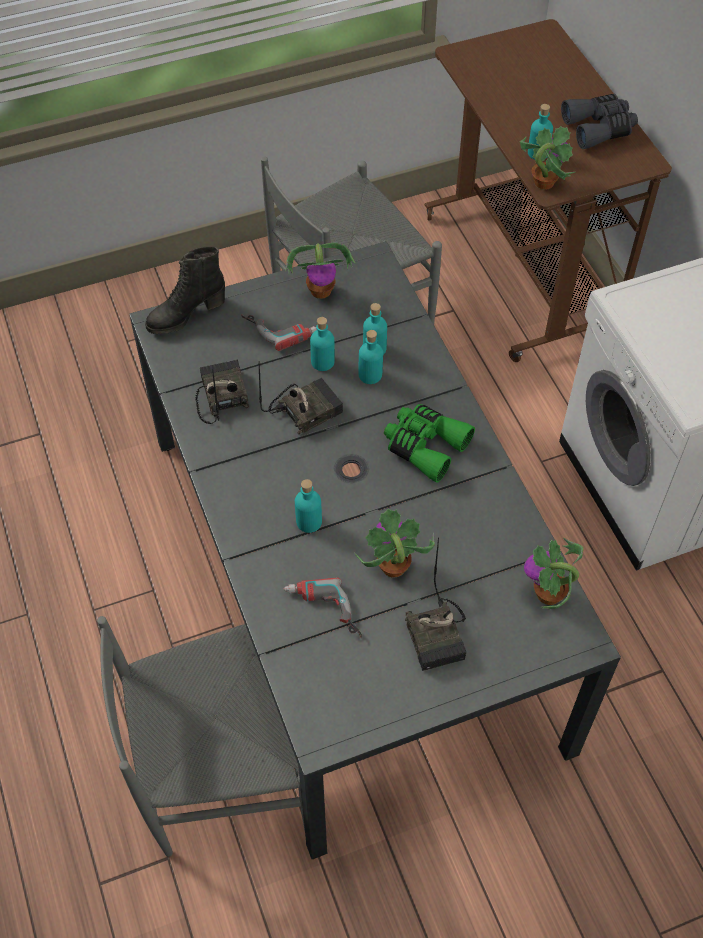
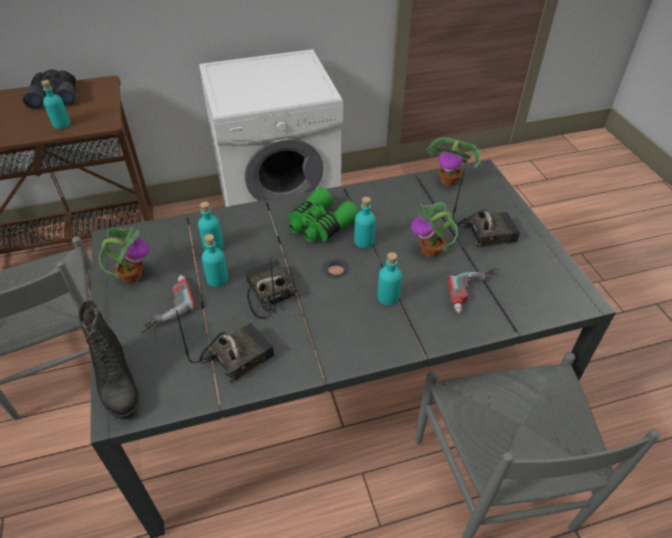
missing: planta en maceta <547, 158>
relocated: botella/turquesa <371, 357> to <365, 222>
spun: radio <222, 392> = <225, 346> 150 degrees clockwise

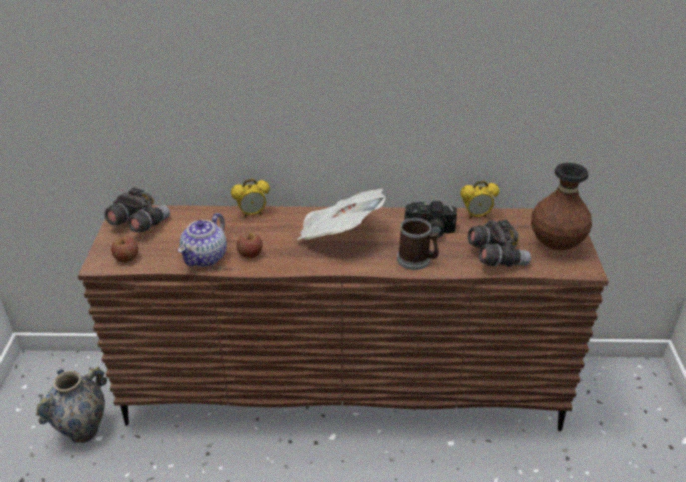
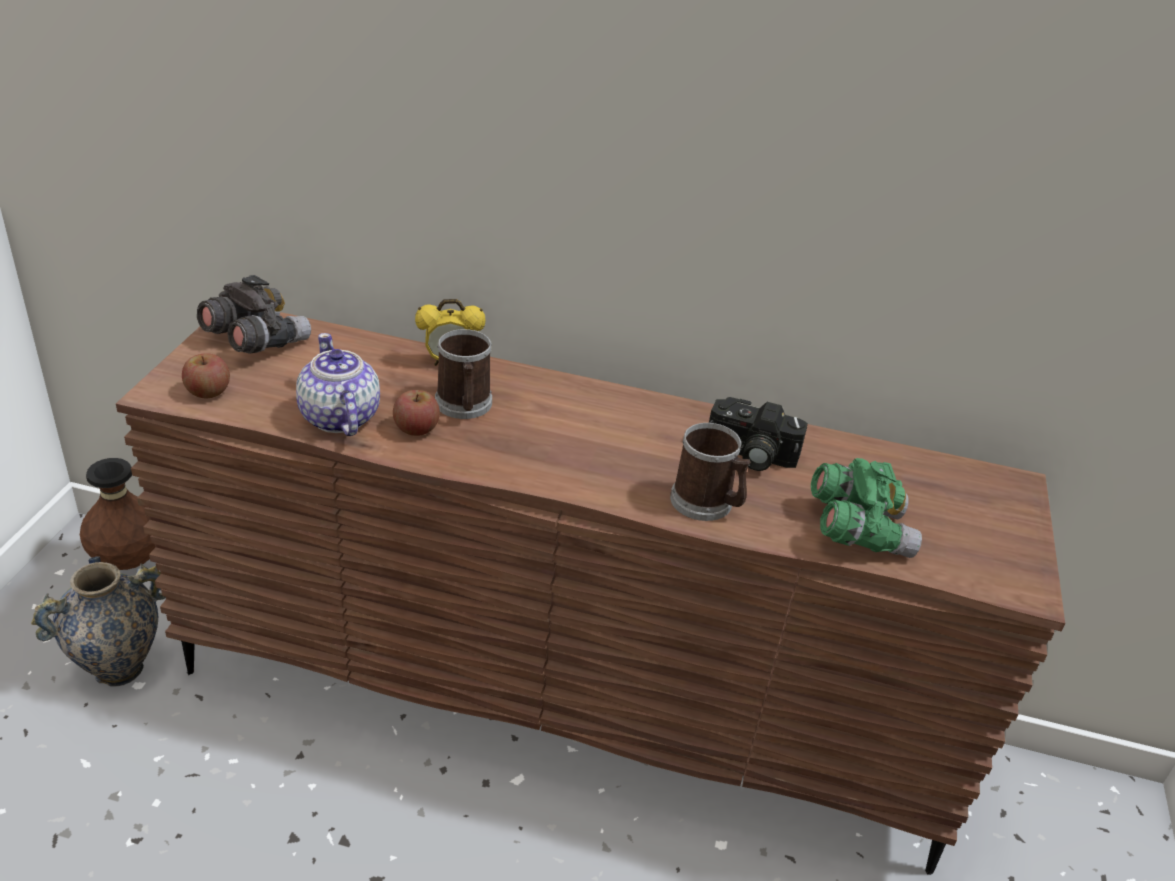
missing: periódico <341, 214>; despertador <479, 200>
appeared: taza grande <463, 374>
relocated: florero/marrón <561, 206> to <117, 514>
colour: prismáticos/gris <499, 243> to prismáticos/verde <866, 508>
spun: tetera <202, 240> = <338, 384> 120 degrees clockwise

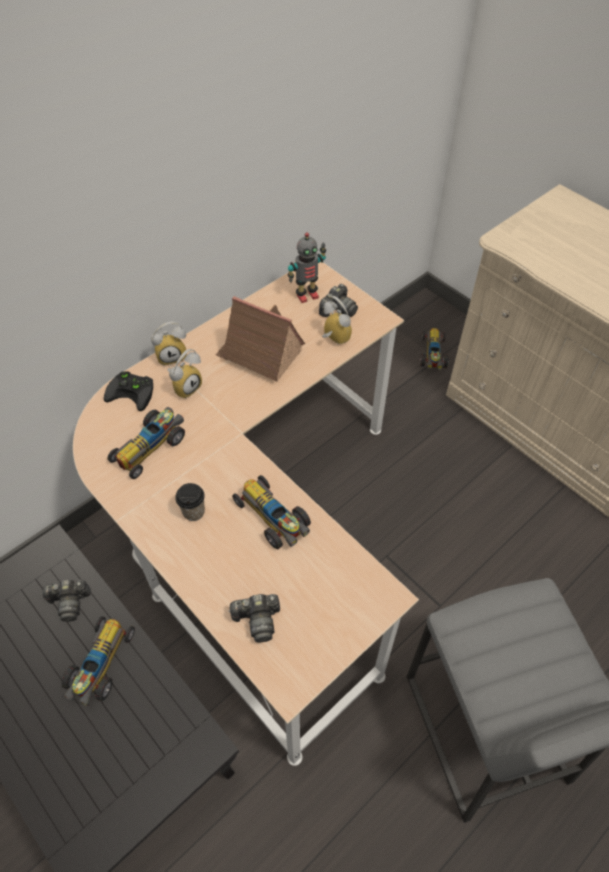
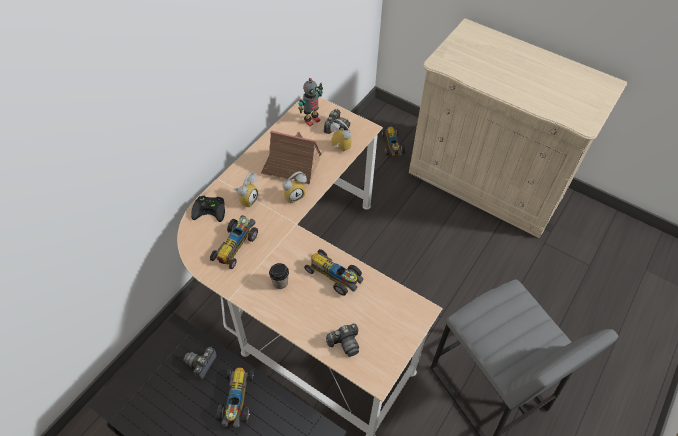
relocated: despertador <169, 343> to <295, 187>
spun: cámara <66, 601> = <200, 363> 135 degrees clockwise

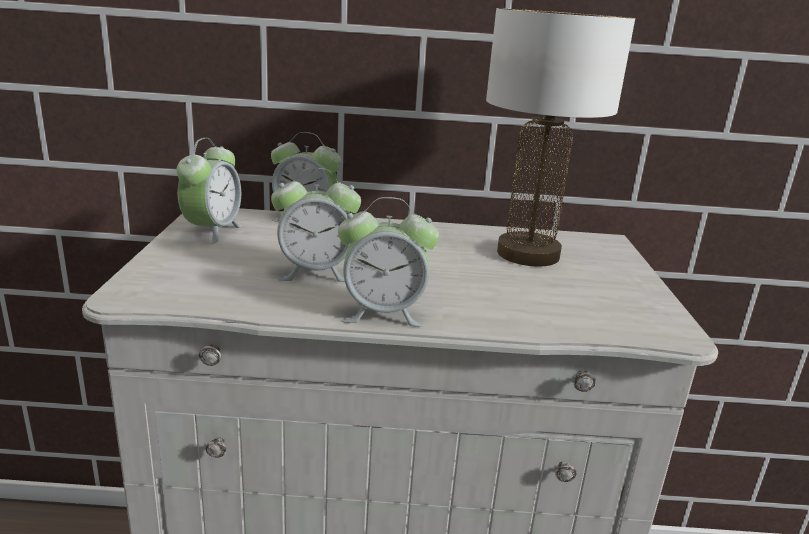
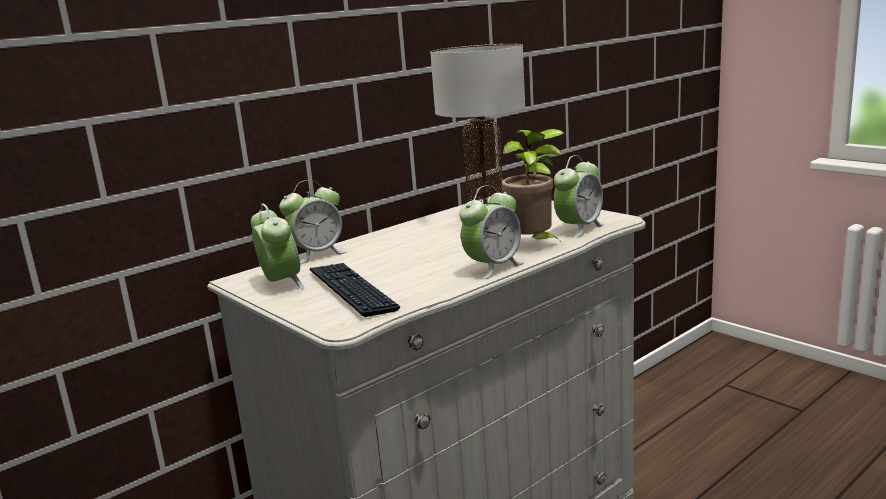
appeared: teclado <355, 290>; planta en maceta <533, 186>
relocated: despertador <316, 225> to <579, 196>

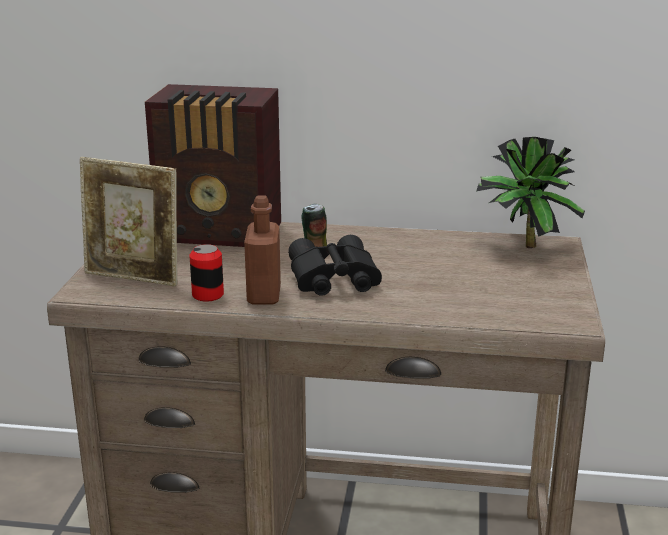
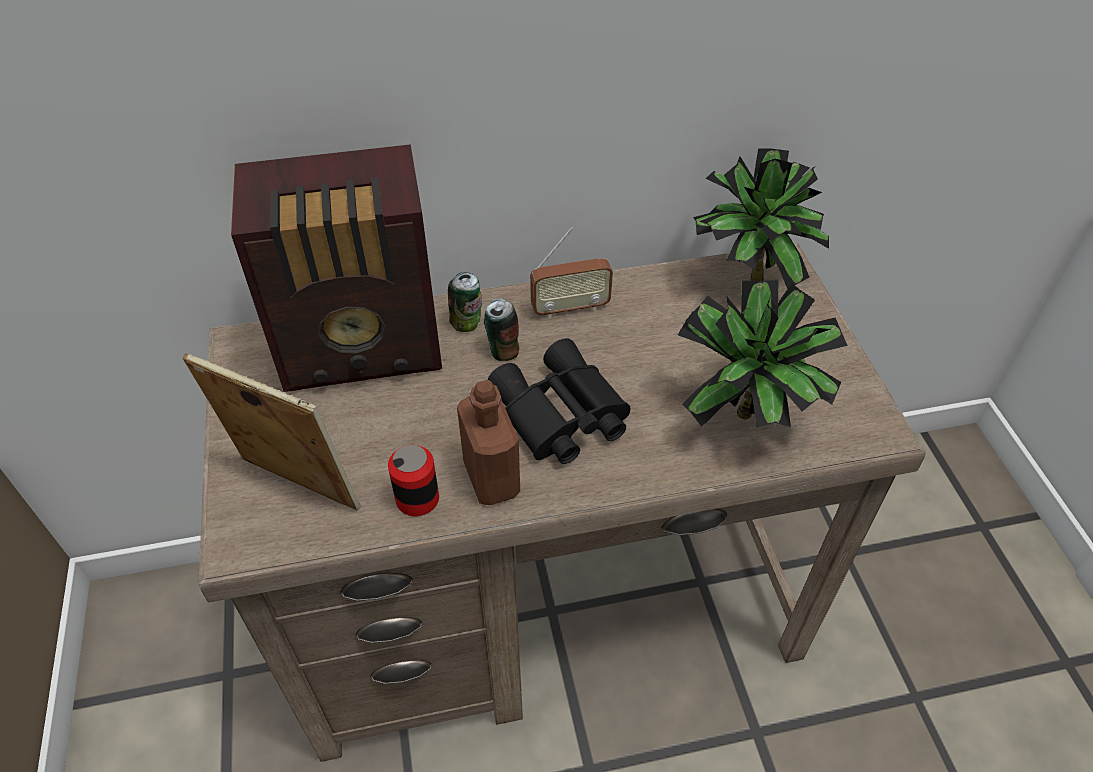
appeared: lata <465, 302>; radio <571, 272>; planta en maceta <763, 354>
spun: portarretratos <128, 222> = <271, 431> 150 degrees counterclockwise

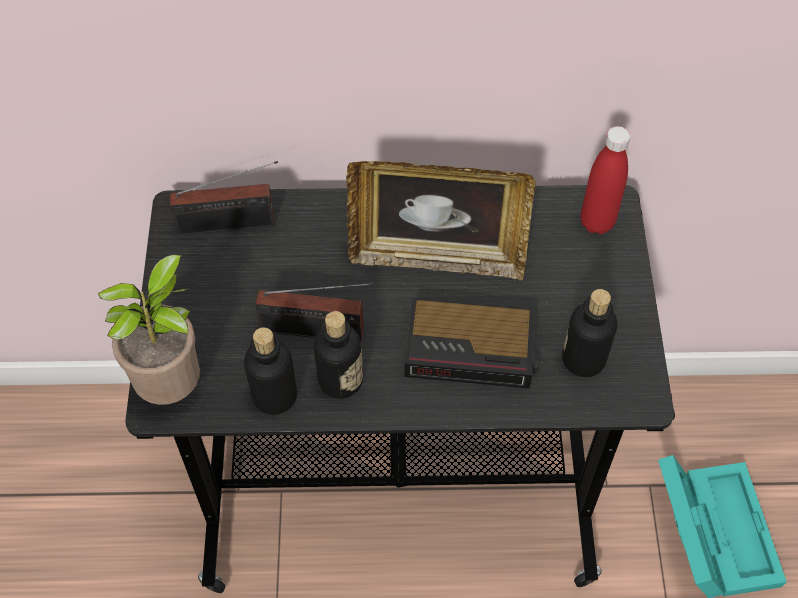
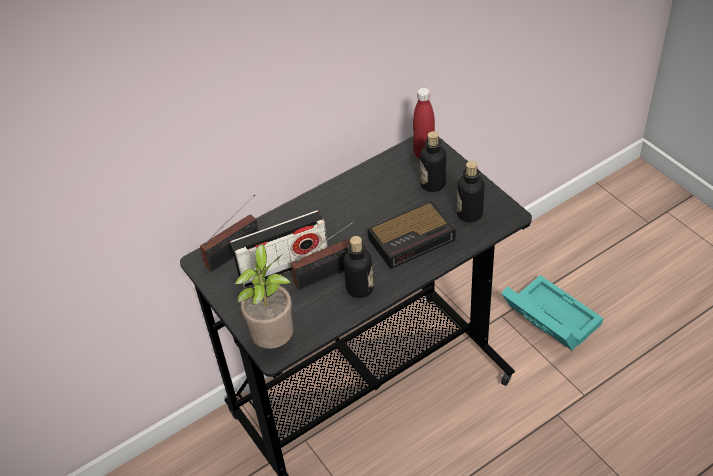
missing: portarretratos <440, 221>
appeared: radio <279, 249>
relocated: botella <270, 371> to <433, 161>

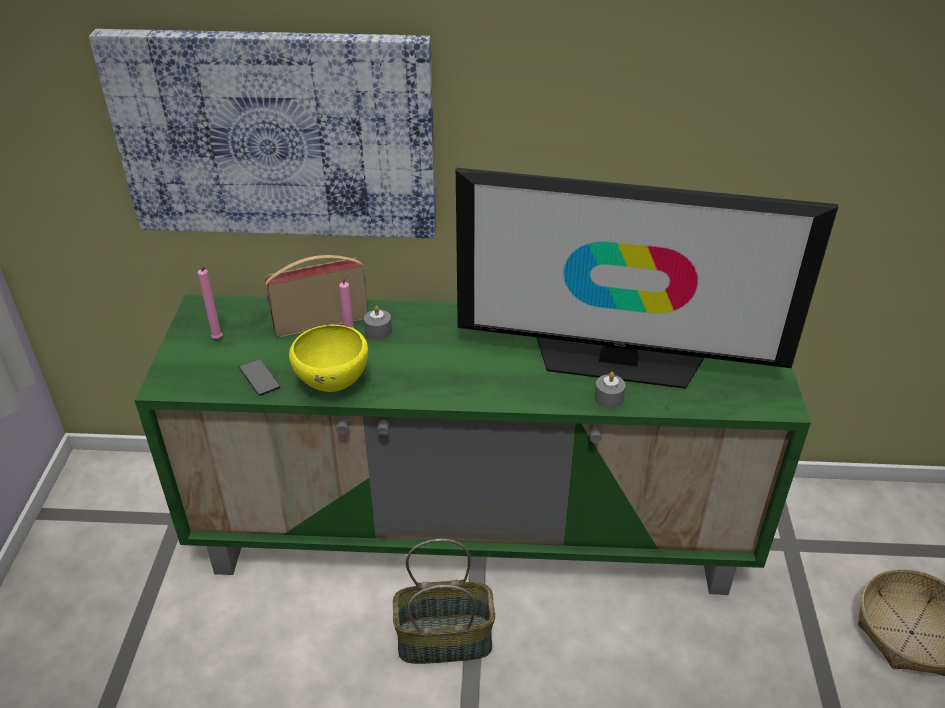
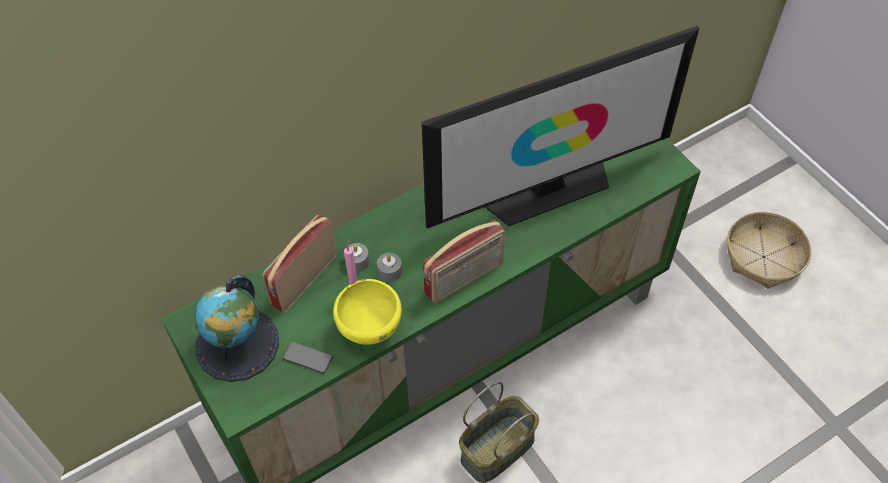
missing: cuadro <262, 133>
appeared: radio <464, 262>
relocated: vela/gris <610, 390> to <389, 267>
exchanged: vela/rosa <210, 303> to globo terráqueo <237, 328>

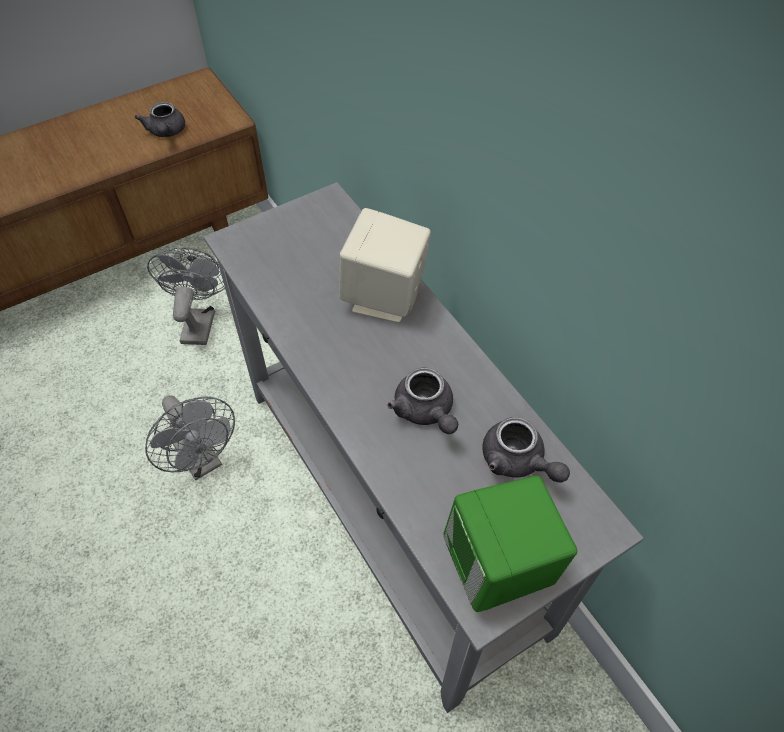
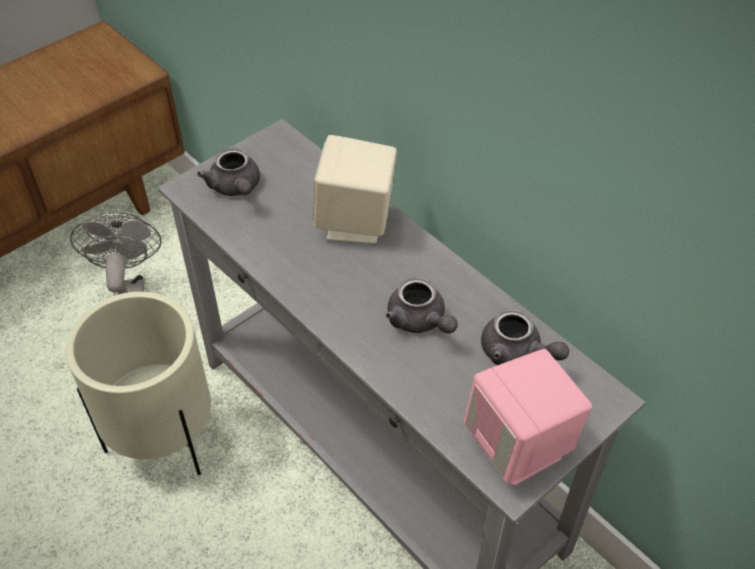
relocated: tetera/gris <160, 119> to <228, 172>
exchanged: ventilador/gris <190, 437> to maceta/beis <138, 383>
colour: altavoz/verde <510, 544> to altavoz/rosa <527, 417>

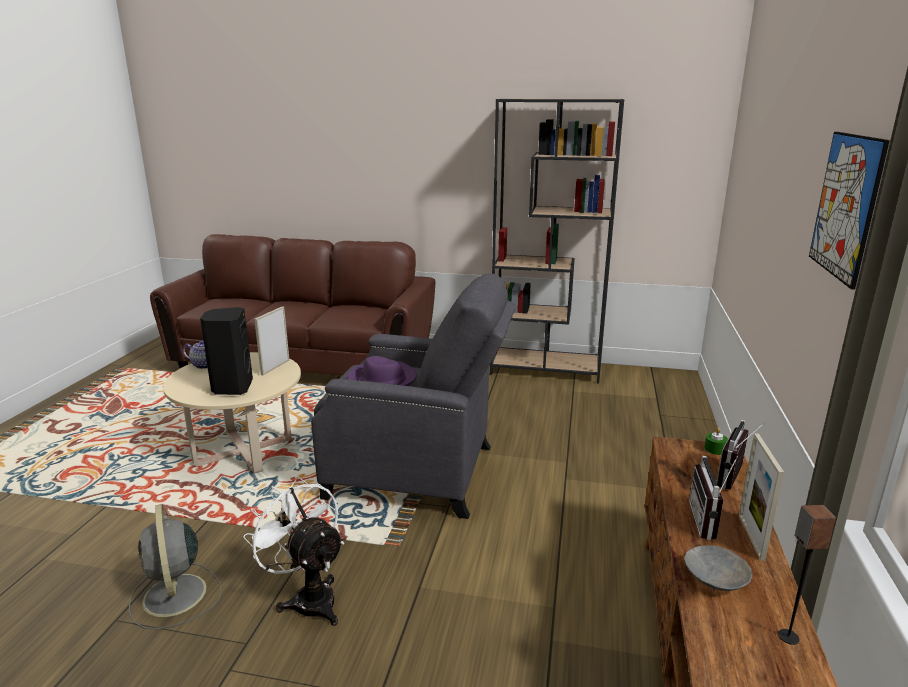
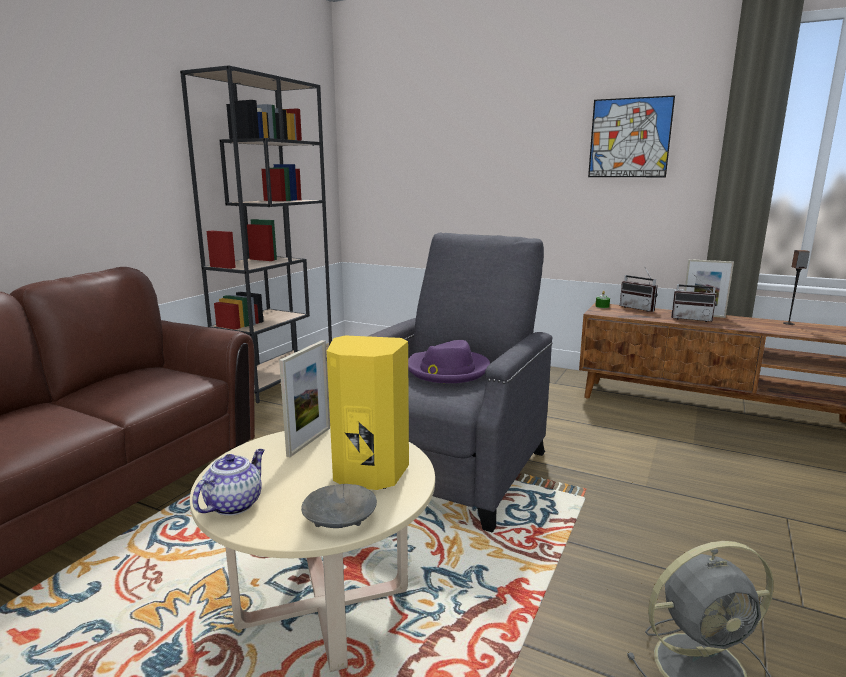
missing: ventilador/blanco <293, 551>
relocated: cuenco/gris <718, 568> to <339, 506>
colour: altavoz/negro <226, 351> to altavoz/amarillo <368, 412>
spun: portarretratos <271, 340> = <304, 398> 105 degrees counterclockwise

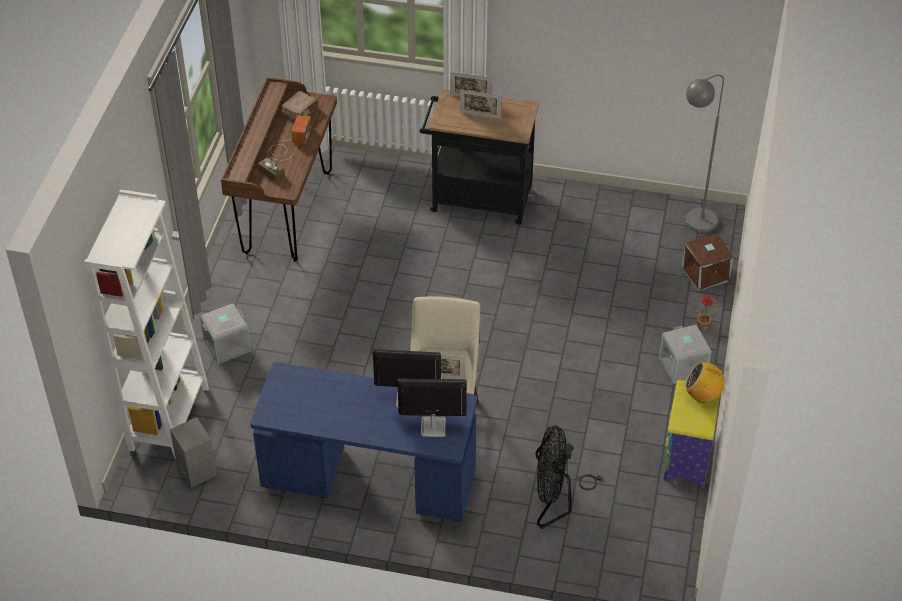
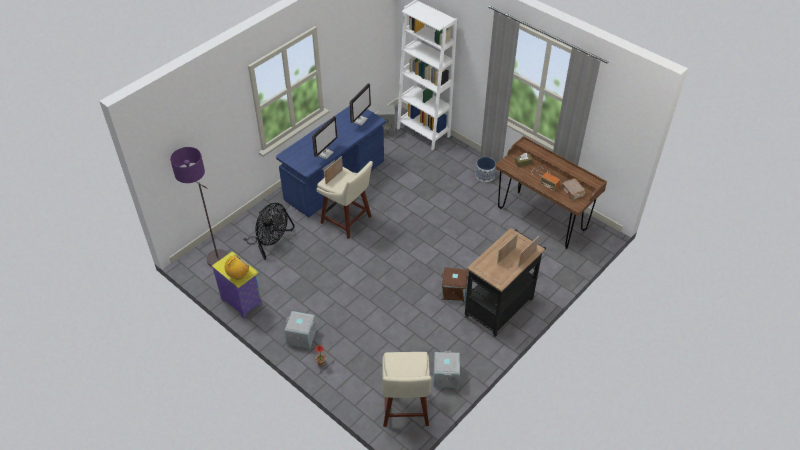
appeared: lámpara de pie/morado <199, 206>; maceta <486, 169>
relocated: caja de almacenaje/gris <225, 333> to <447, 369>; monitor <432, 408> to <360, 104>; caja de almacenaje/marrón <707, 262> to <454, 284>
exchanged: lámpara de pie/gris <705, 154> to taburete/beis <406, 389>
spun: ventilador/negro <569, 477> = <268, 231> 90 degrees clockwise

